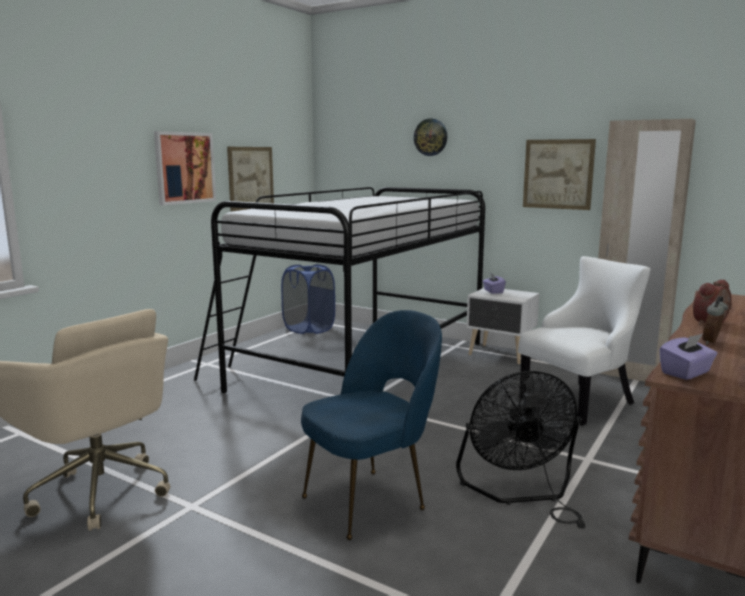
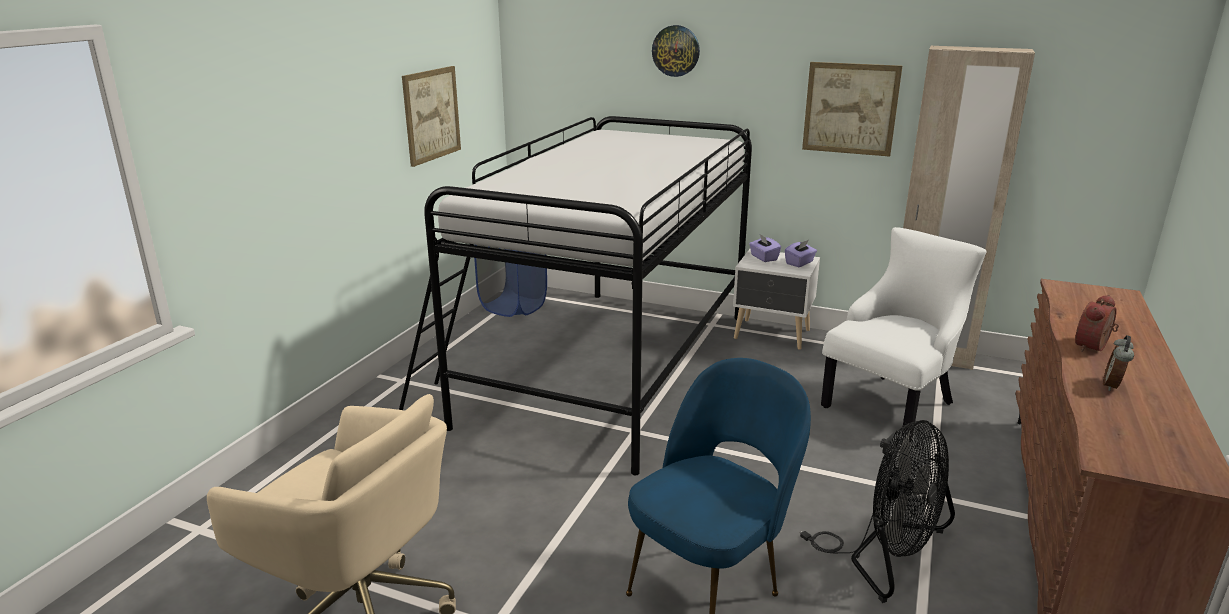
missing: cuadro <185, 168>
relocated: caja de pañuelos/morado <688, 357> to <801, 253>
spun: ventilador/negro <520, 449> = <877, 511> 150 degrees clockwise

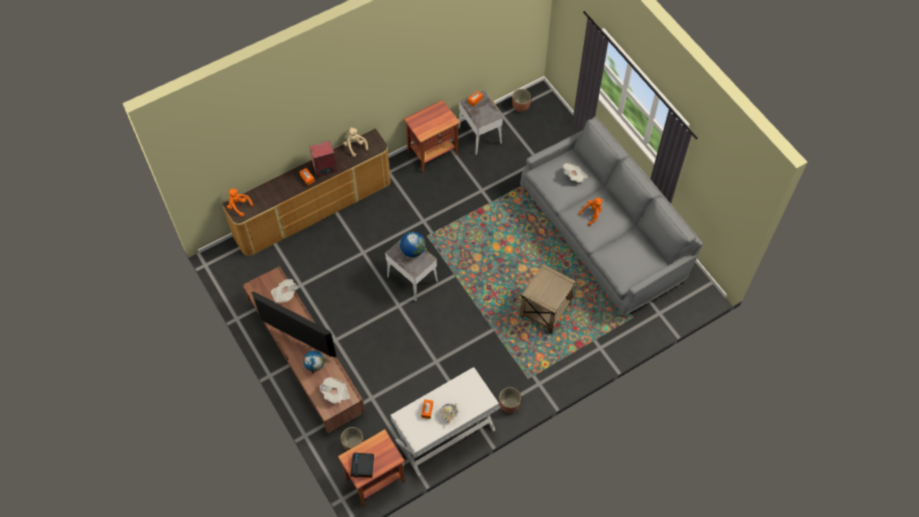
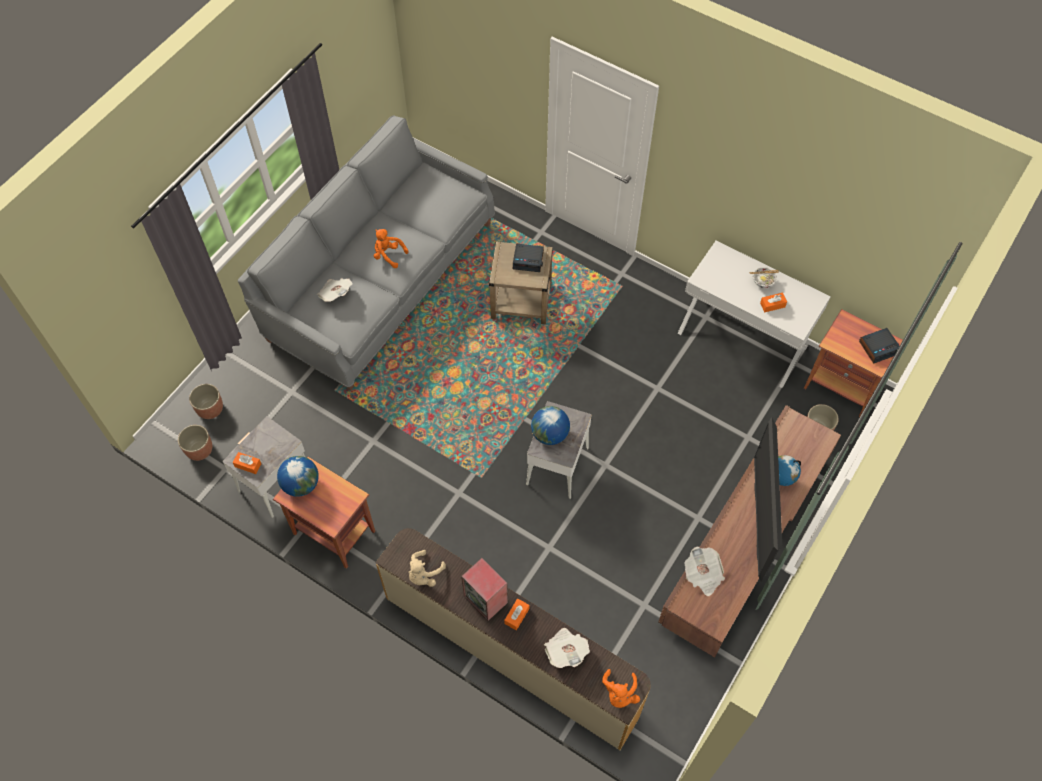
appeared: globo terráqueo <298, 476>; despertador <528, 257>
relocated: periódico <335, 390> to <567, 648>; maceta <510, 400> to <206, 401>

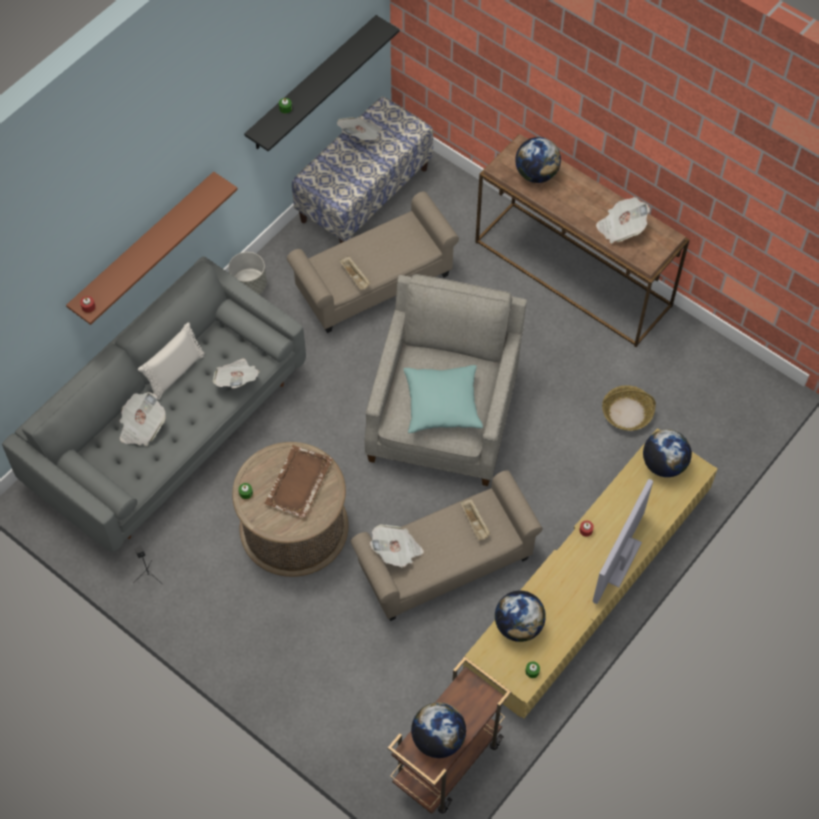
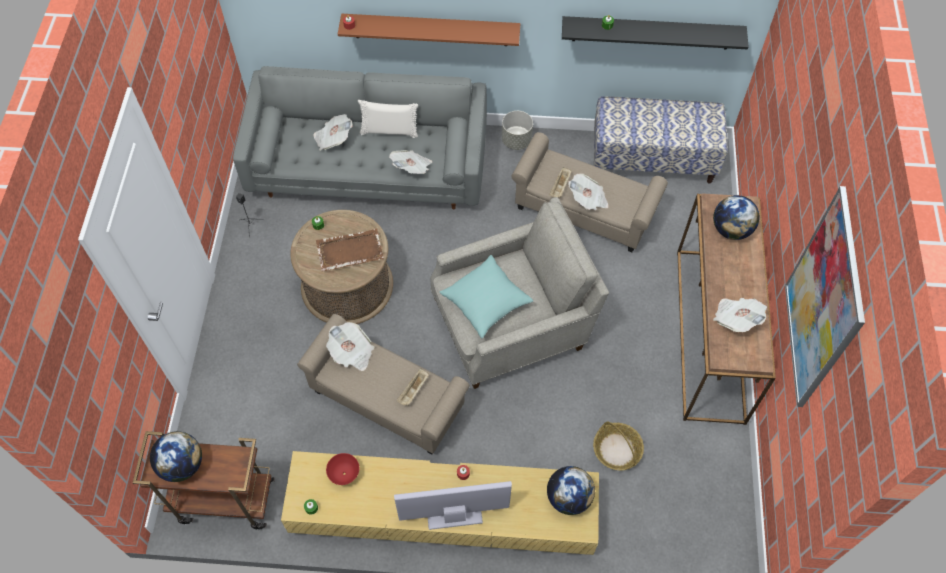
appeared: cuadro <825, 296>
relocated: periódico <359, 128> to <588, 191>
exchanged: globo terráqueo <520, 616> to cuenco/rojo <342, 469>

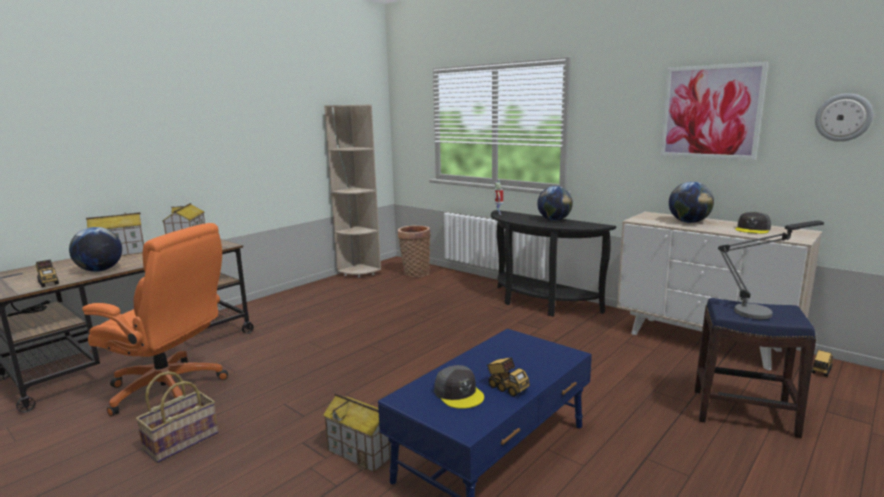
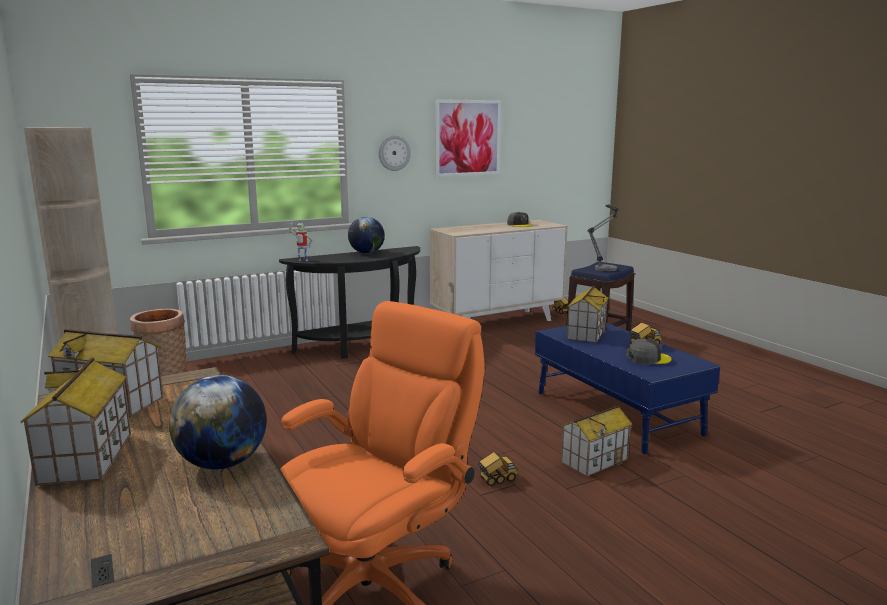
missing: cesta <176, 417>; globo terráqueo <691, 202>
appeared: casita <587, 314>
relocated: camión de juguete <47, 273> to <498, 469>; reloj de pared <844, 117> to <395, 153>

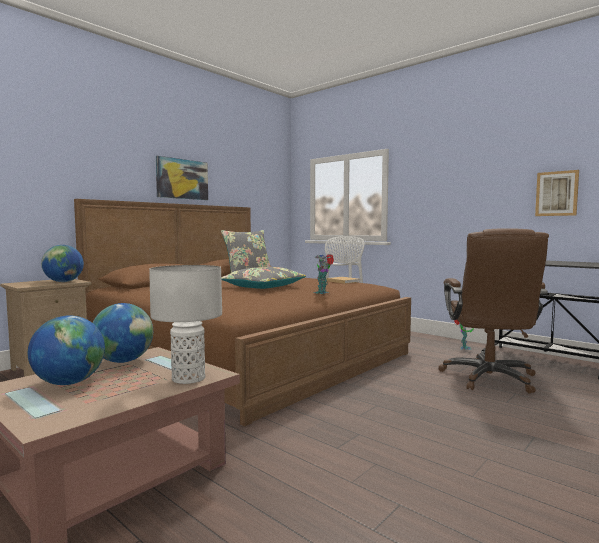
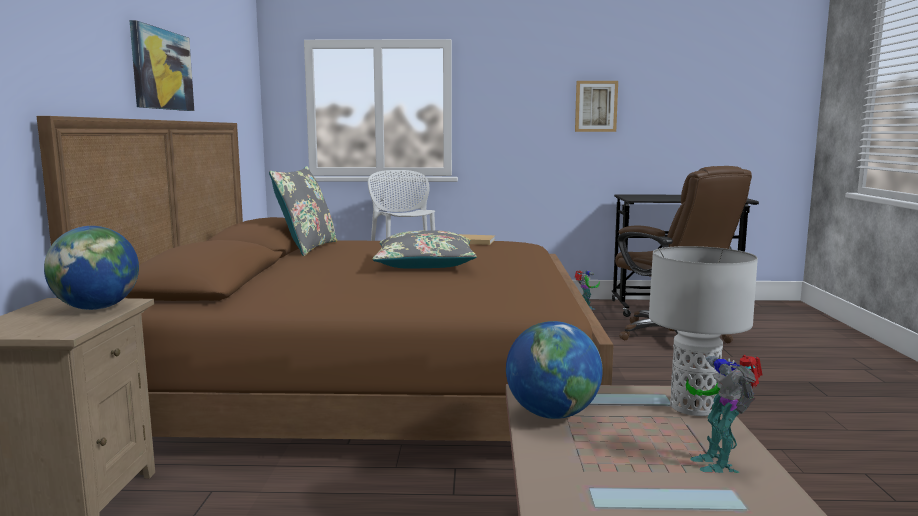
missing: globo terráqueo <66, 350>
relocated: robot de juguete <323, 274> to <724, 414>; cuadro <557, 193> to <596, 106>

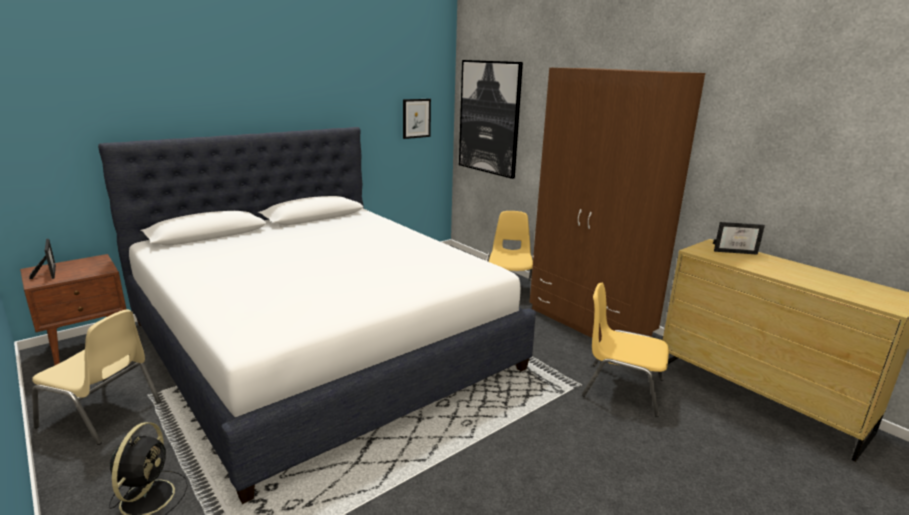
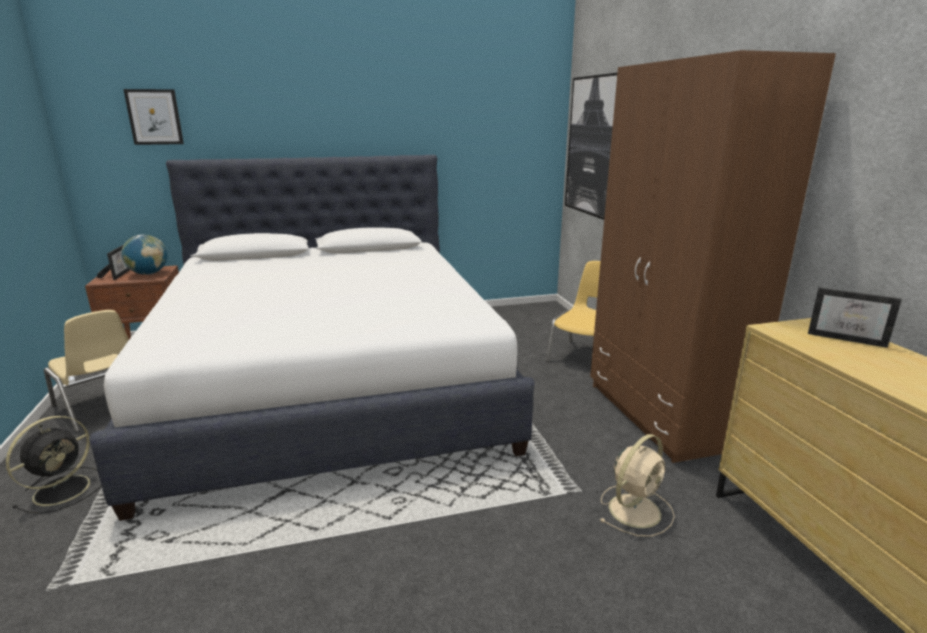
appeared: globo terráqueo <144, 255>
relocated: cuadro <417, 119> to <153, 117>
exchanged: silla/amarillo <625, 350> to ventilador/beis <638, 485>

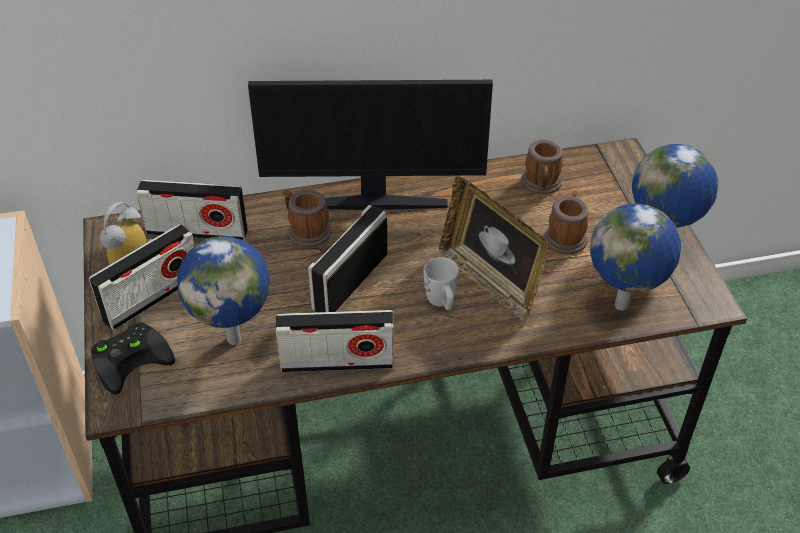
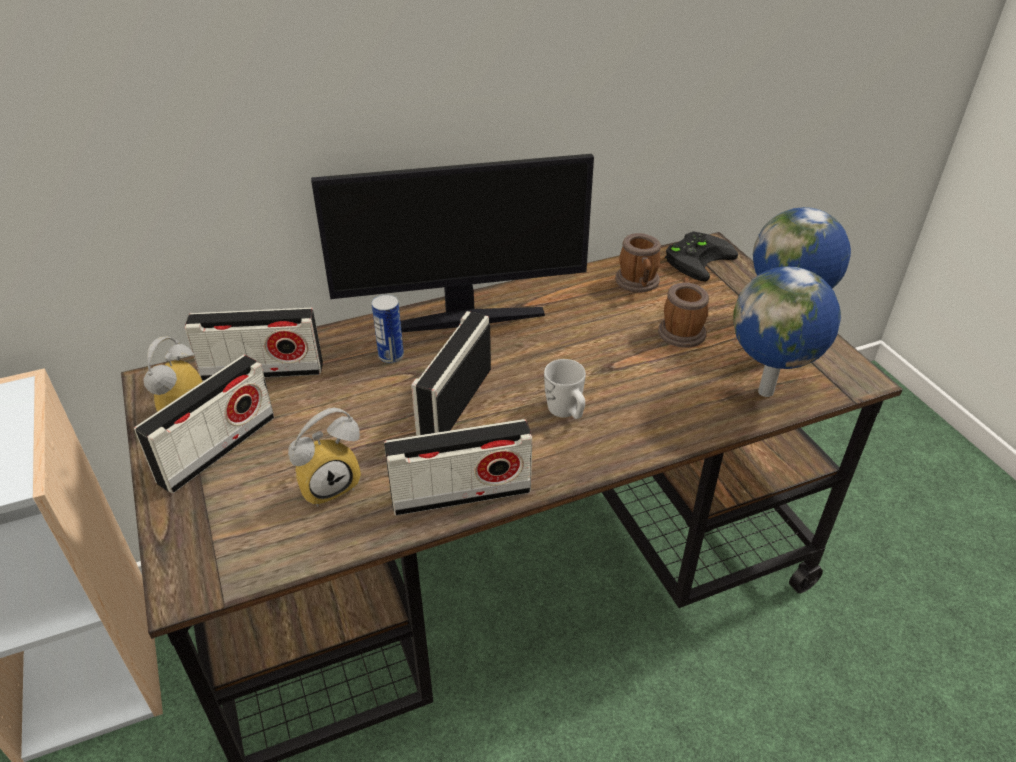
missing: portarretratos <494, 249>
relocated: mando de consola/negro <133, 358> to <701, 256>
exchanged: globo terráqueo <223, 290> to despertador <324, 457>; taza grande <307, 219> to lata <388, 328>

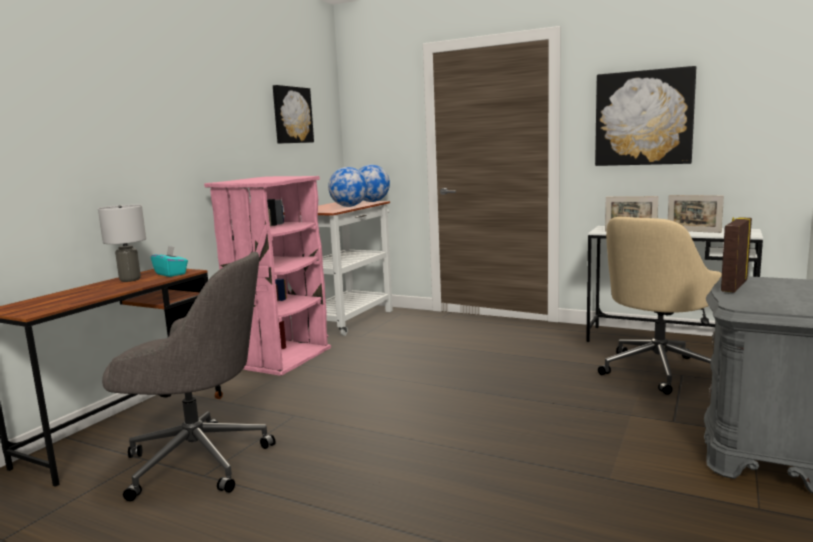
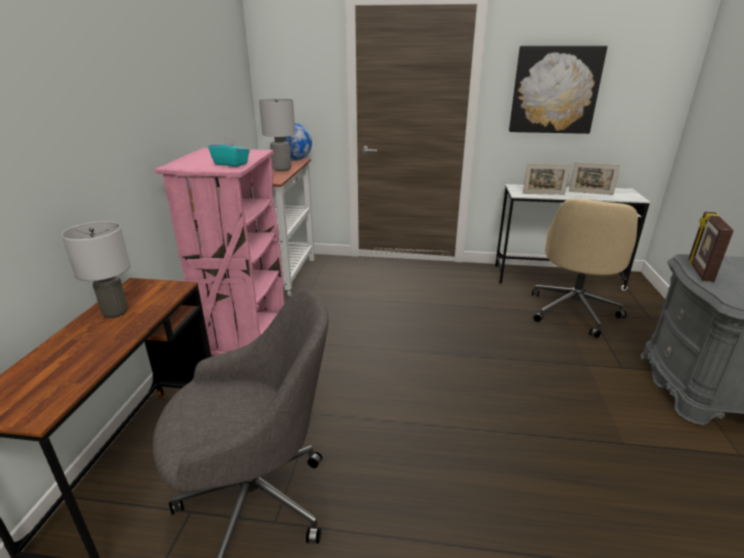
missing: cuadro <293, 114>
relocated: caja de pañuelos/turquesa <169, 261> to <229, 151>
exchanged: globo terráqueo <348, 187> to lámpara de mesa/gris <277, 135>

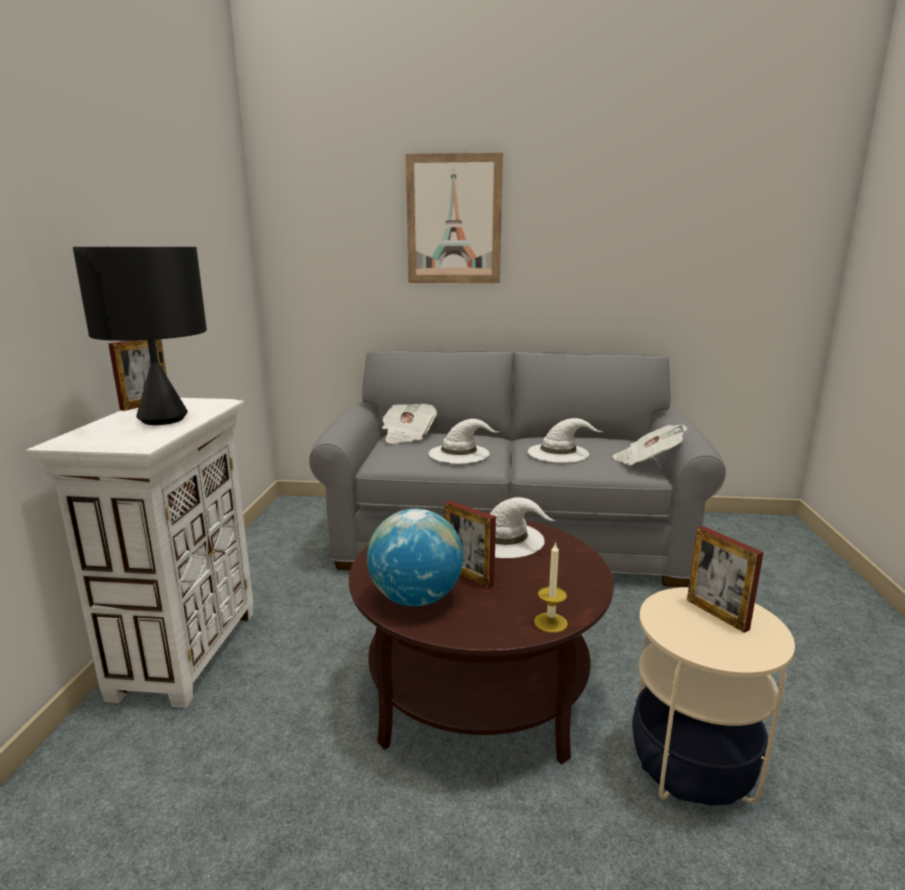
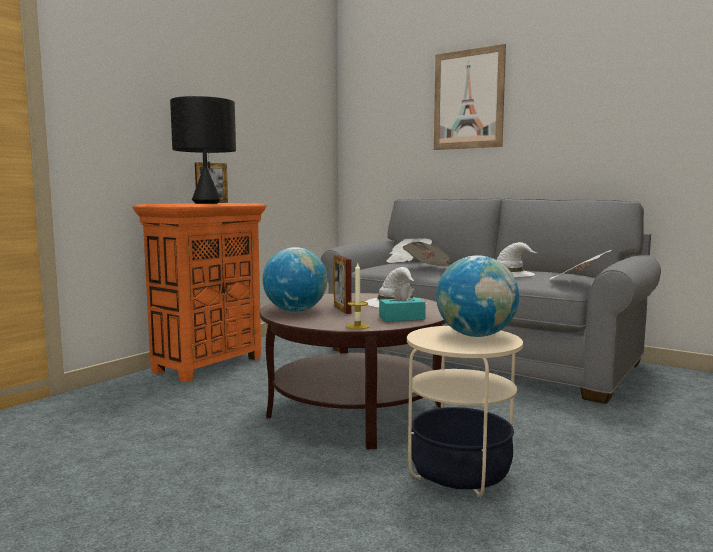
appeared: caja de pañuelos/turquesa <402, 302>
exchanged: sombrero/blanco <463, 441> to periódico <427, 254>; portarretratos <725, 579> to globo terráqueo <477, 296>
colour: armario/blanco <139, 553> to armario/naranja <199, 292>

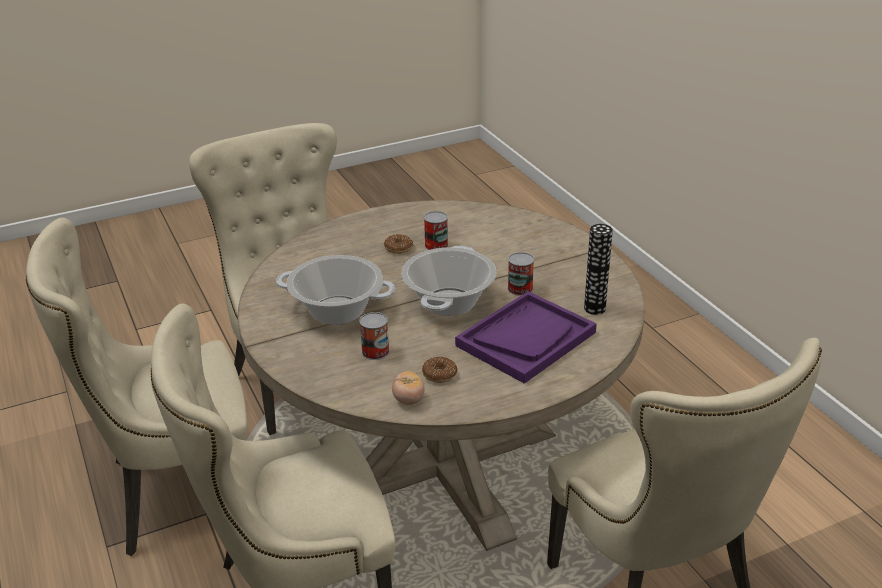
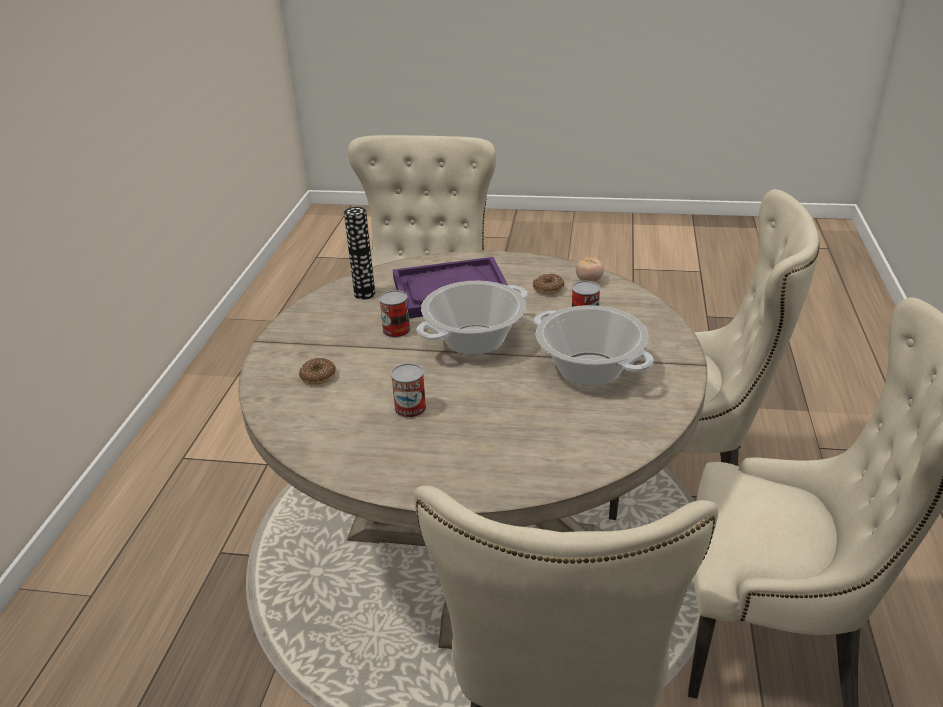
relocated: rosquilla <398, 244> to <317, 371>

